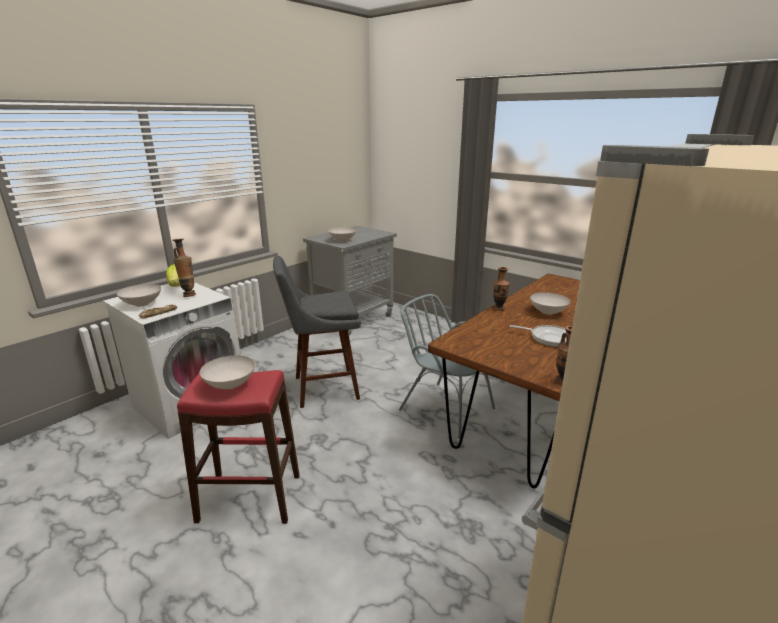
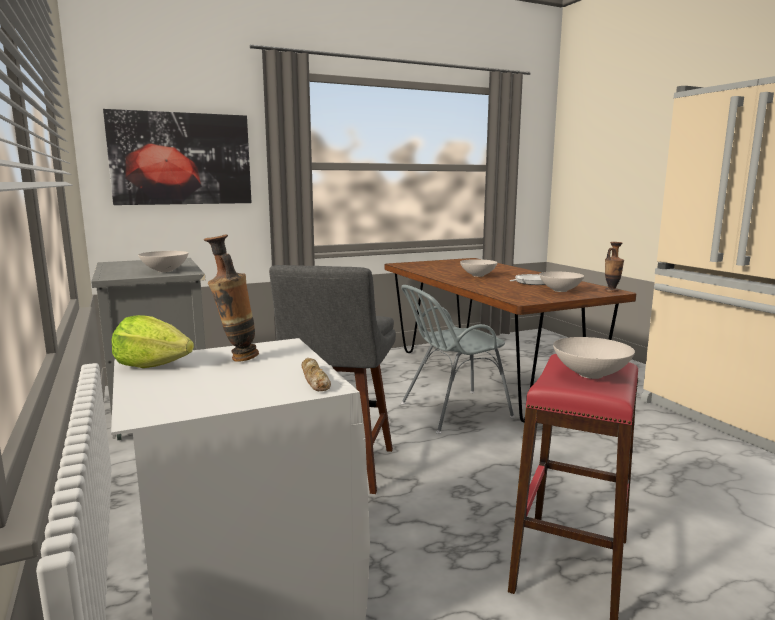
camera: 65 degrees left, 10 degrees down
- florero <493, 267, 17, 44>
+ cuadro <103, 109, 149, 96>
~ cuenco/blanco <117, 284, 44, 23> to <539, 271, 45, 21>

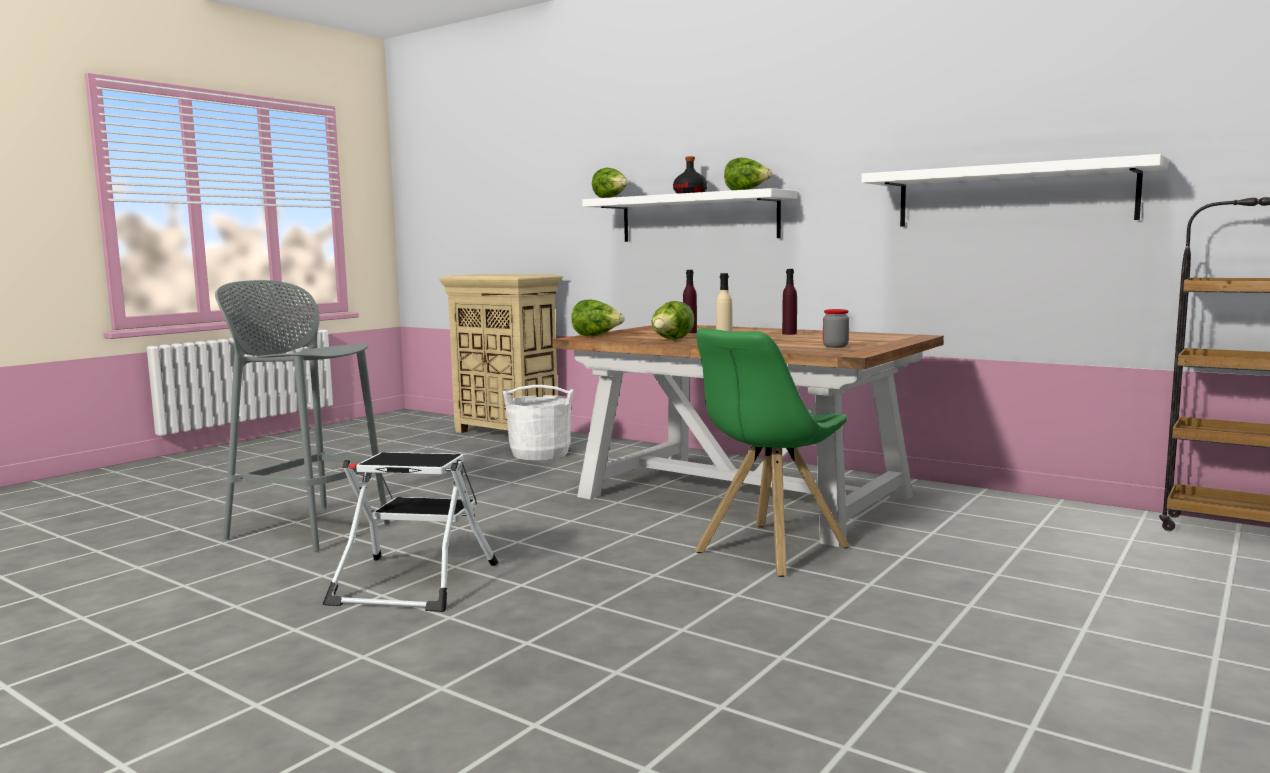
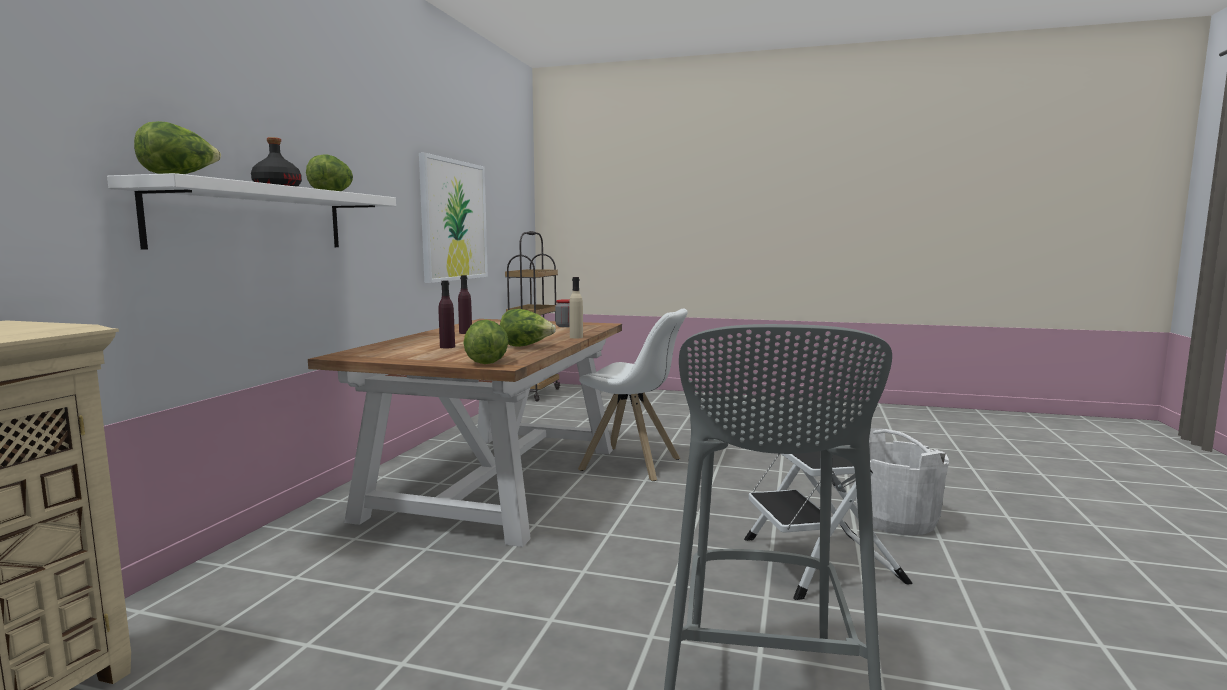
camera: 110 degrees left, 0 degrees up
~ cubo/blanco <503, 385, 71, 75> to <856, 428, 93, 108>
~ estante/blanco <861, 154, 308, 73> to cuadro <419, 153, 69, 130>
~ silla/verde <695, 328, 155, 249> to silla/blanco <578, 308, 110, 173>

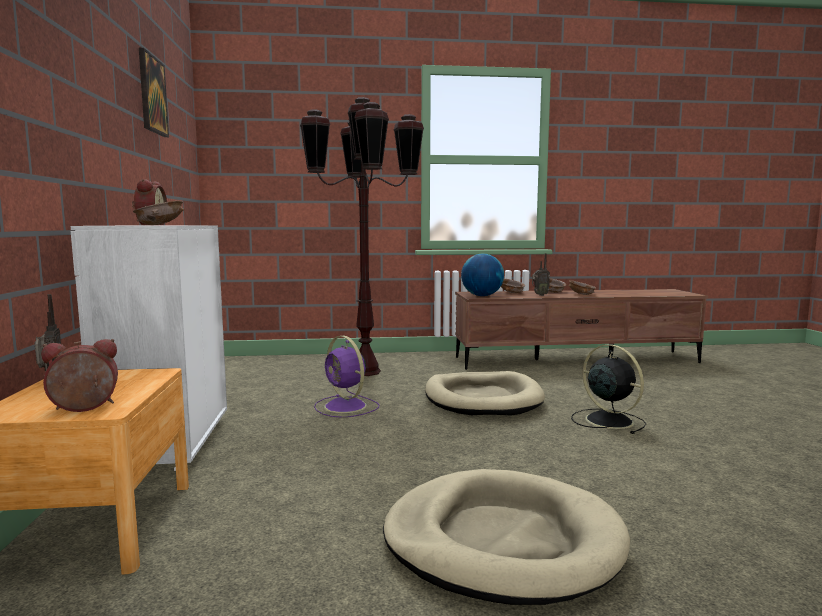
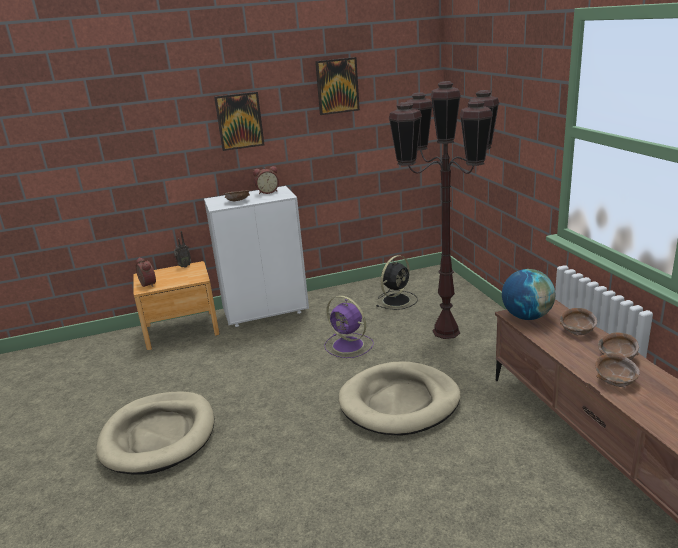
camera: 80 degrees right, 15 degrees up
- radio <532, 253, 18, 43>
+ cuadro <214, 92, 50, 59>
~ ventilador/negro <571, 345, 75, 89> to <376, 255, 42, 55>
~ ventilador/morado <314, 336, 65, 82> = <324, 296, 50, 62> 90 degrees counterclockwise

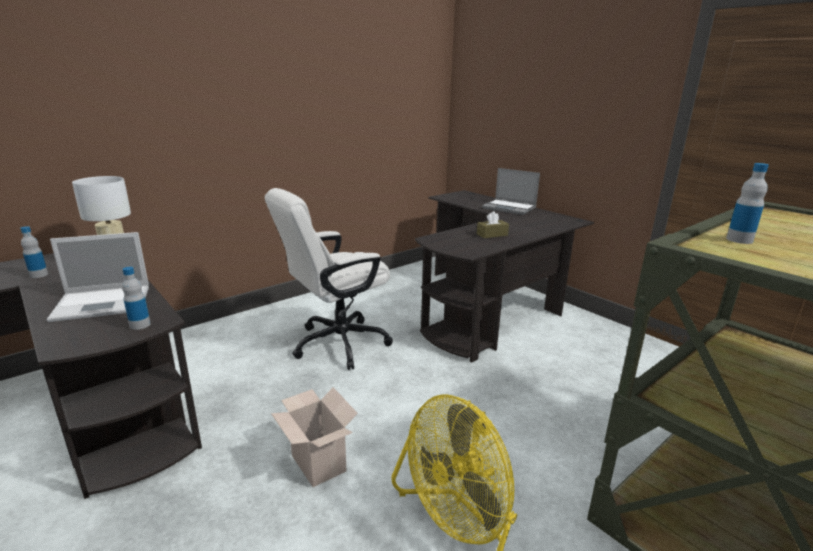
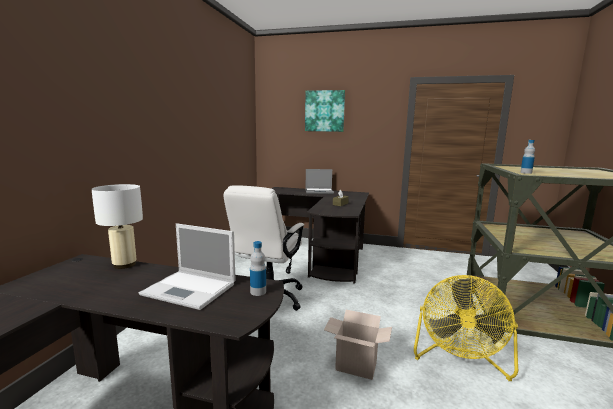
camera: 35 degrees left, 10 degrees down
- botella <20, 226, 28, 52>
+ cuadro <305, 90, 40, 42>
~ portátil <47, 232, 102, 90> = <139, 223, 97, 87> 75 degrees clockwise

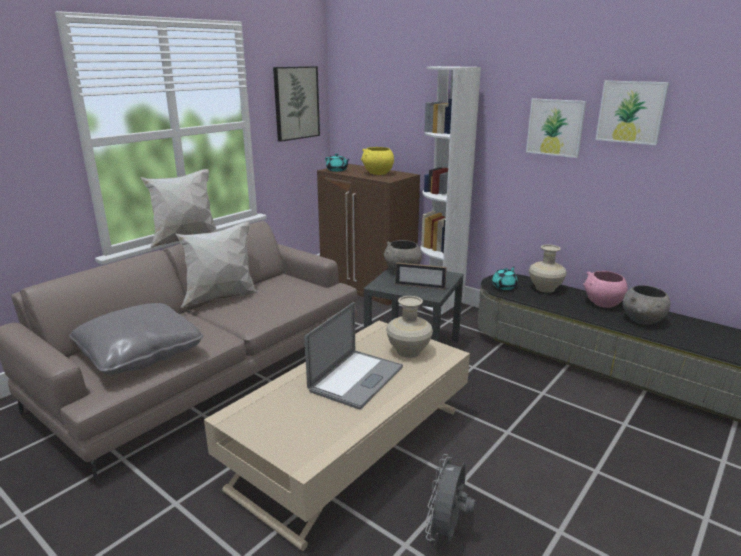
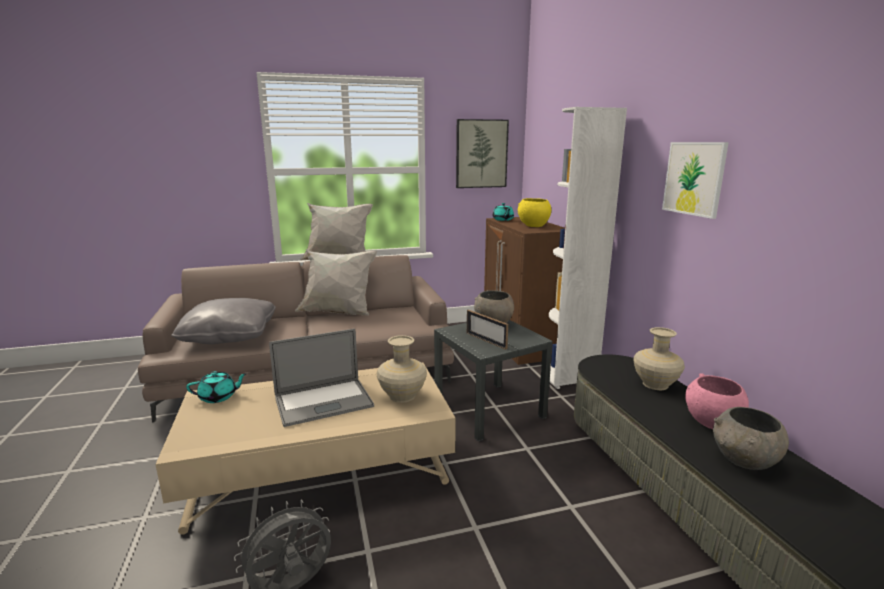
camera: 35 degrees right, 5 degrees down
- cuadro <595, 81, 74, 64>
~ tetera/turquesa <492, 266, 26, 24> to <186, 371, 62, 32>

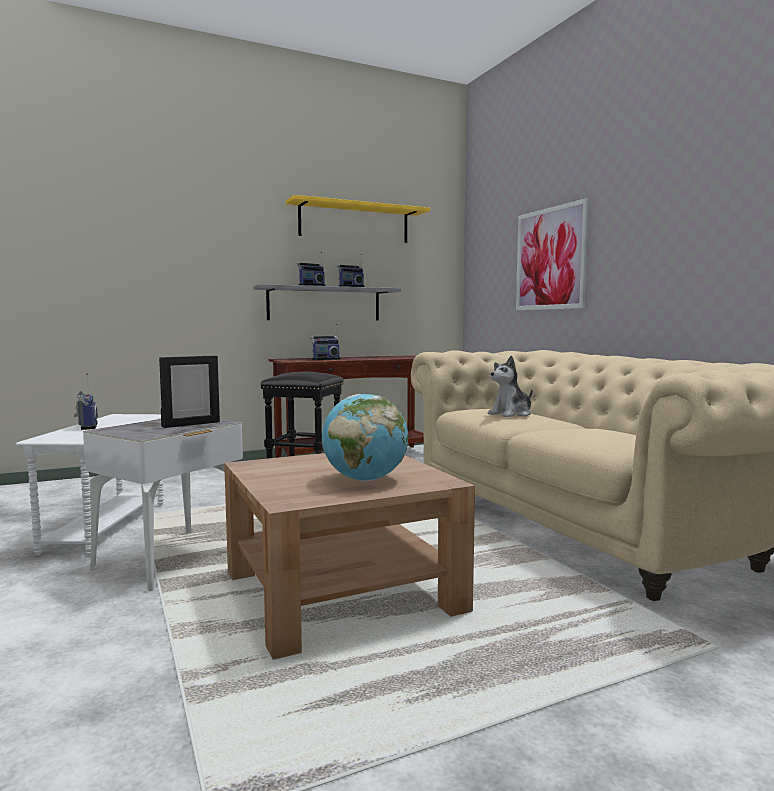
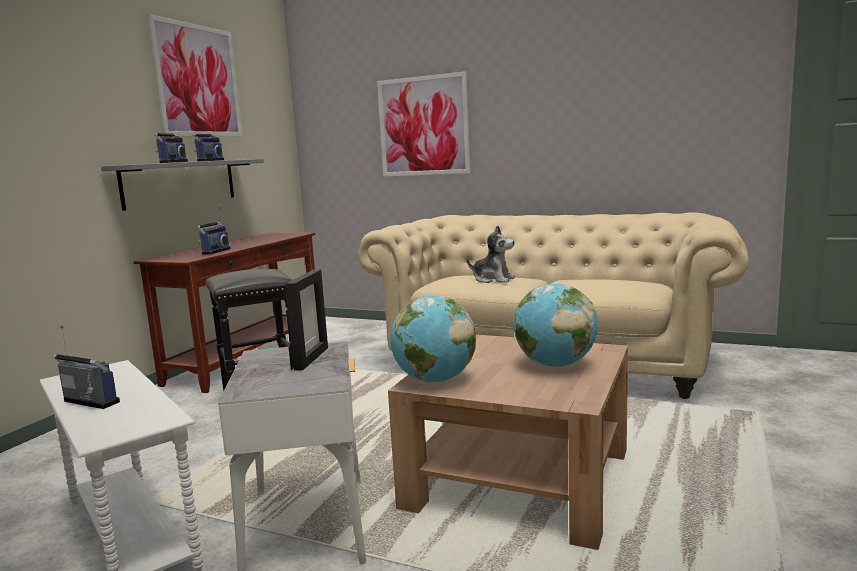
camera: 40 degrees left, 5 degrees up
+ globo terráqueo <390, 296, 86, 87>
~ estante/amarillo <286, 195, 144, 48> to cuadro <147, 14, 96, 123>
~ peluche <488, 356, 45, 61> = <467, 225, 48, 58> 75 degrees counterclockwise

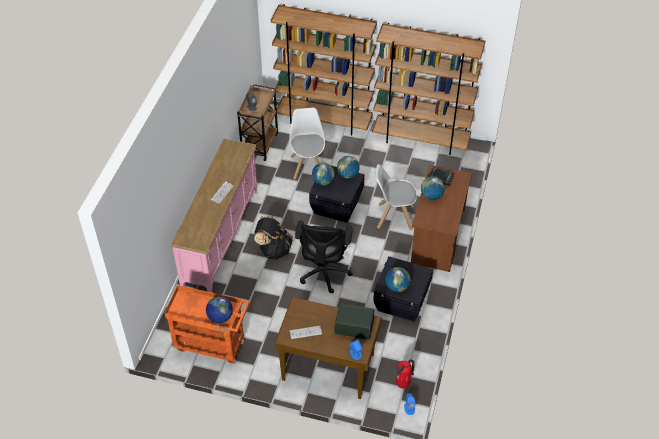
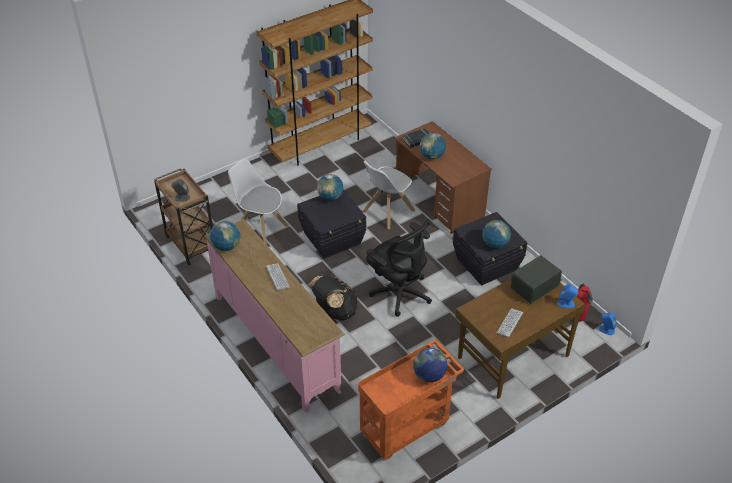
camera: 50 degrees left, 5 degrees down
- estantería/marrón <271, 4, 106, 132>
~ globo terráqueo <312, 163, 23, 22> to <210, 221, 30, 30>

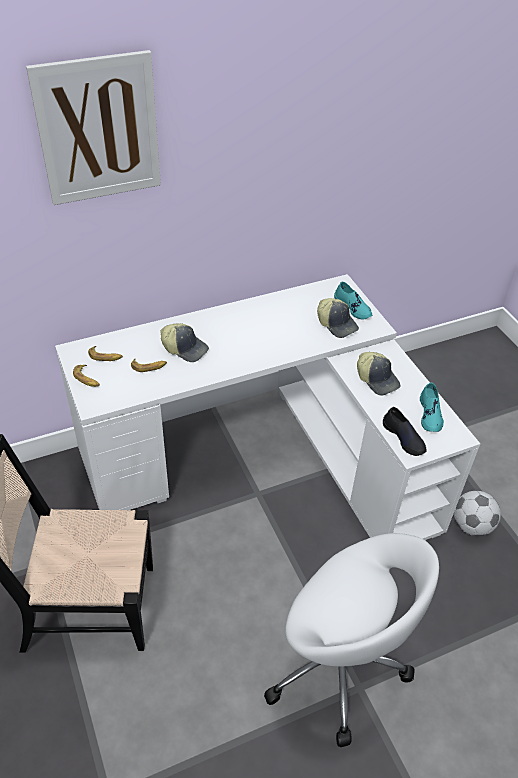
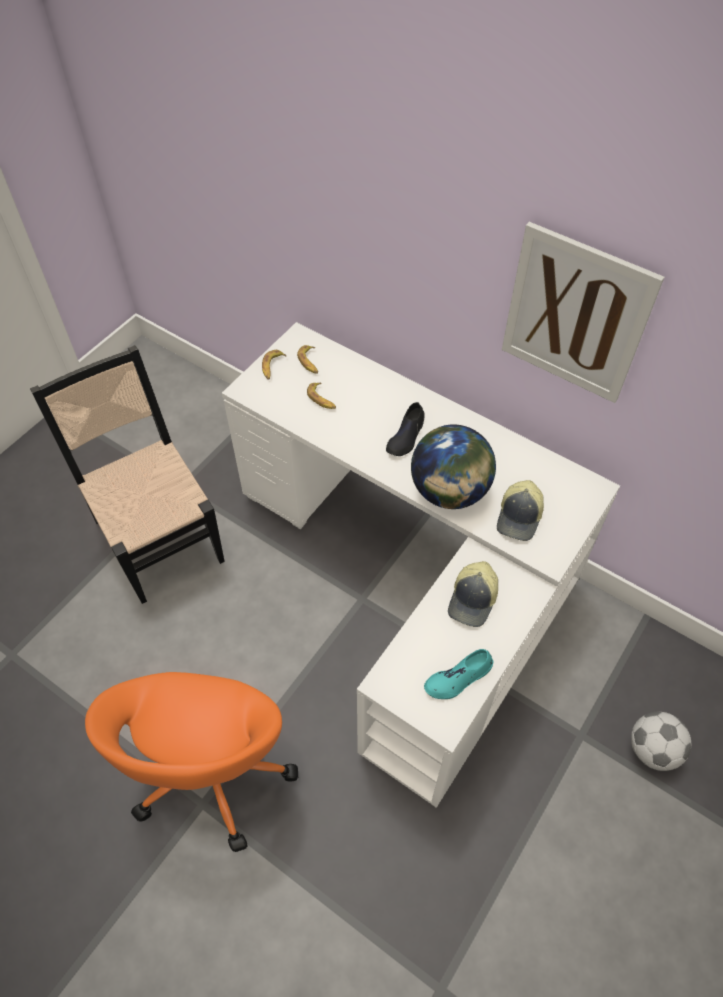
camera: 60 degrees right, 10 degrees up
- gorra <160, 323, 49, 39>
- zapato/turquesa <334, 281, 38, 39>
+ globo terráqueo <411, 424, 85, 85>
~ cuadro <26, 50, 135, 155> to <502, 222, 162, 181>
~ zapato/negro <383, 407, 44, 49> to <386, 402, 39, 54>
~ balón de fútbol <454, 491, 47, 45> to <631, 712, 60, 59>
~ silla de oficina/blanco <264, 533, 175, 214> to silla de oficina/naranja <85, 672, 213, 180>

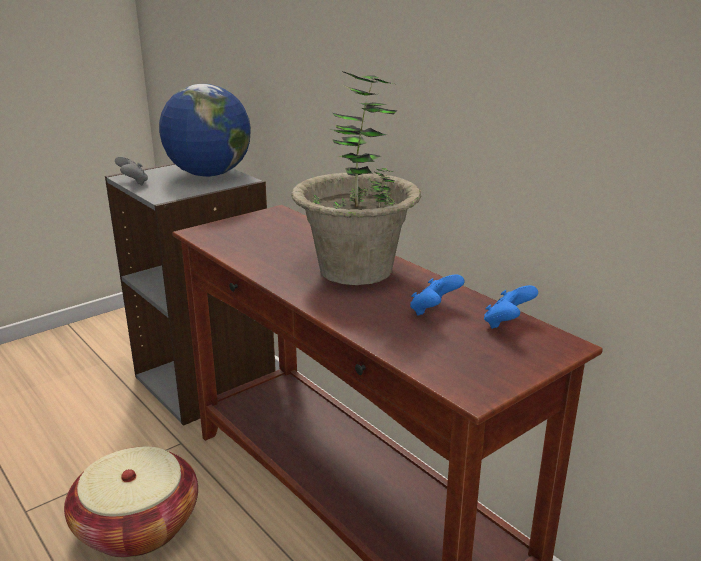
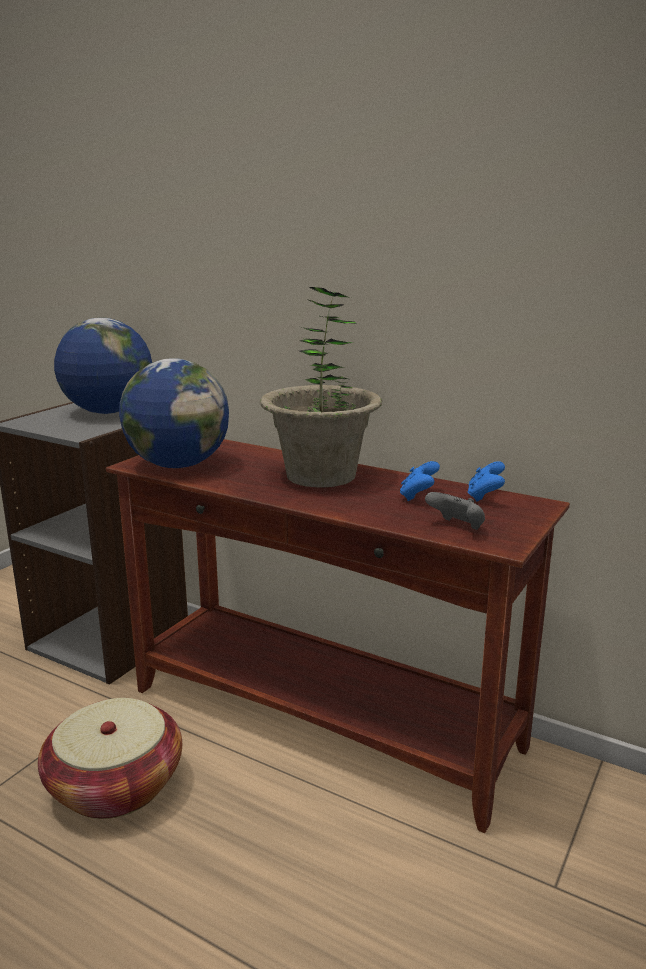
camera: 20 degrees left, 5 degrees down
+ globo terráqueo <119, 358, 110, 110>
~ mando de consola/gris <115, 157, 33, 28> to <425, 492, 60, 38>

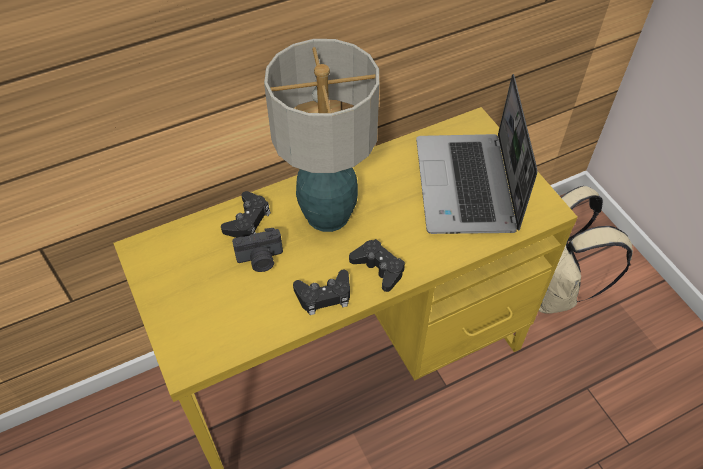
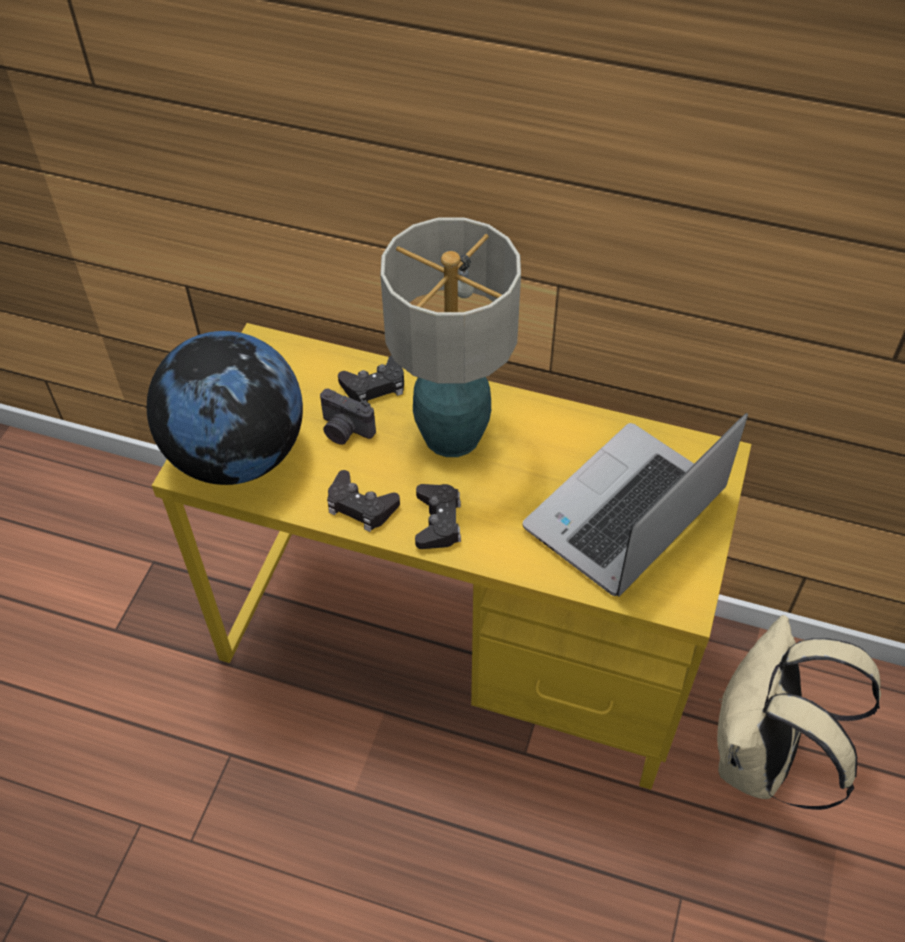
camera: 45 degrees right, 0 degrees up
+ globo terráqueo <147, 331, 156, 154>

